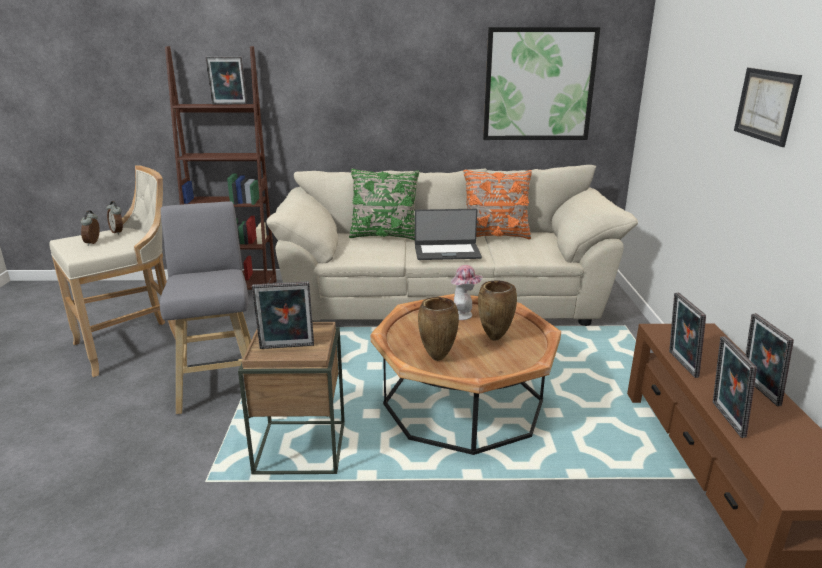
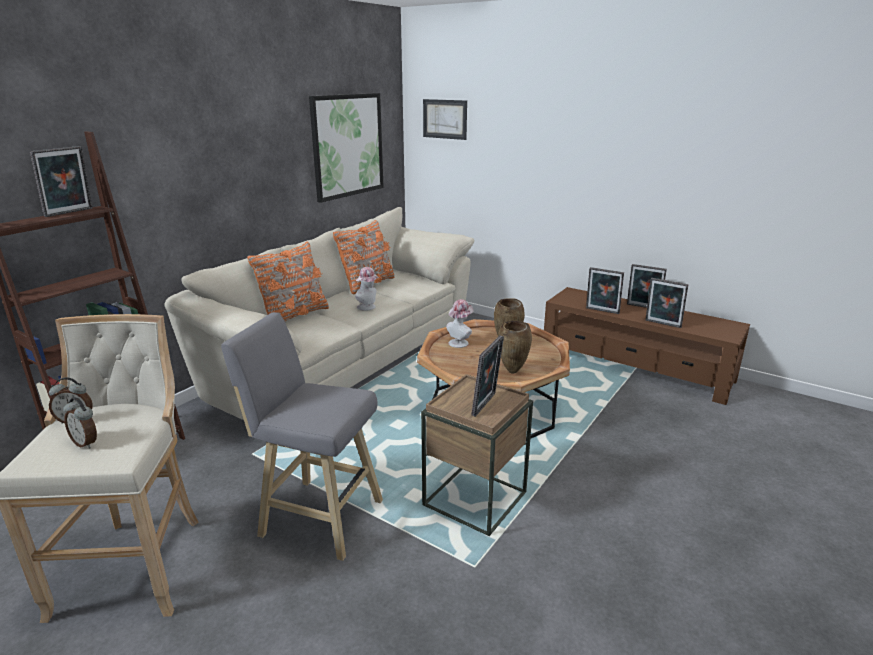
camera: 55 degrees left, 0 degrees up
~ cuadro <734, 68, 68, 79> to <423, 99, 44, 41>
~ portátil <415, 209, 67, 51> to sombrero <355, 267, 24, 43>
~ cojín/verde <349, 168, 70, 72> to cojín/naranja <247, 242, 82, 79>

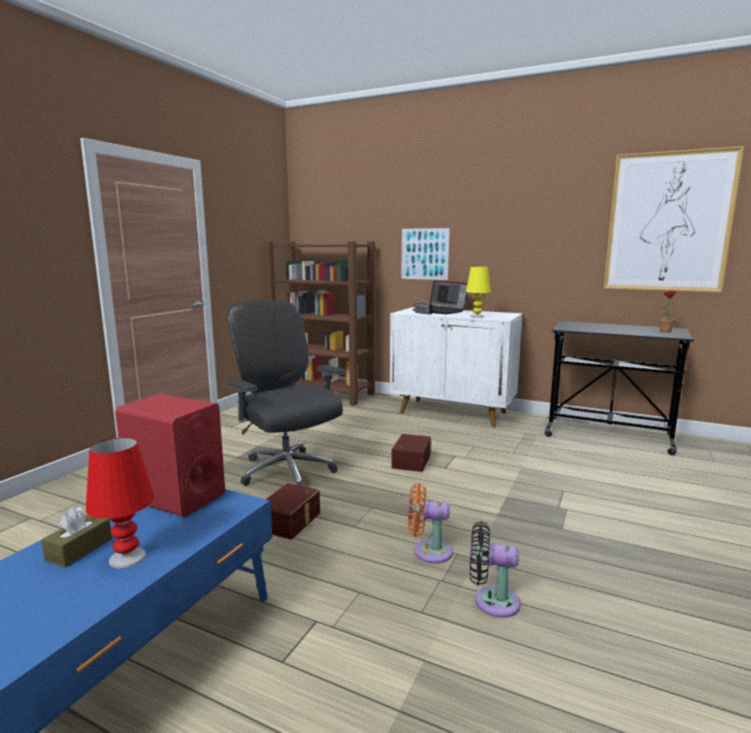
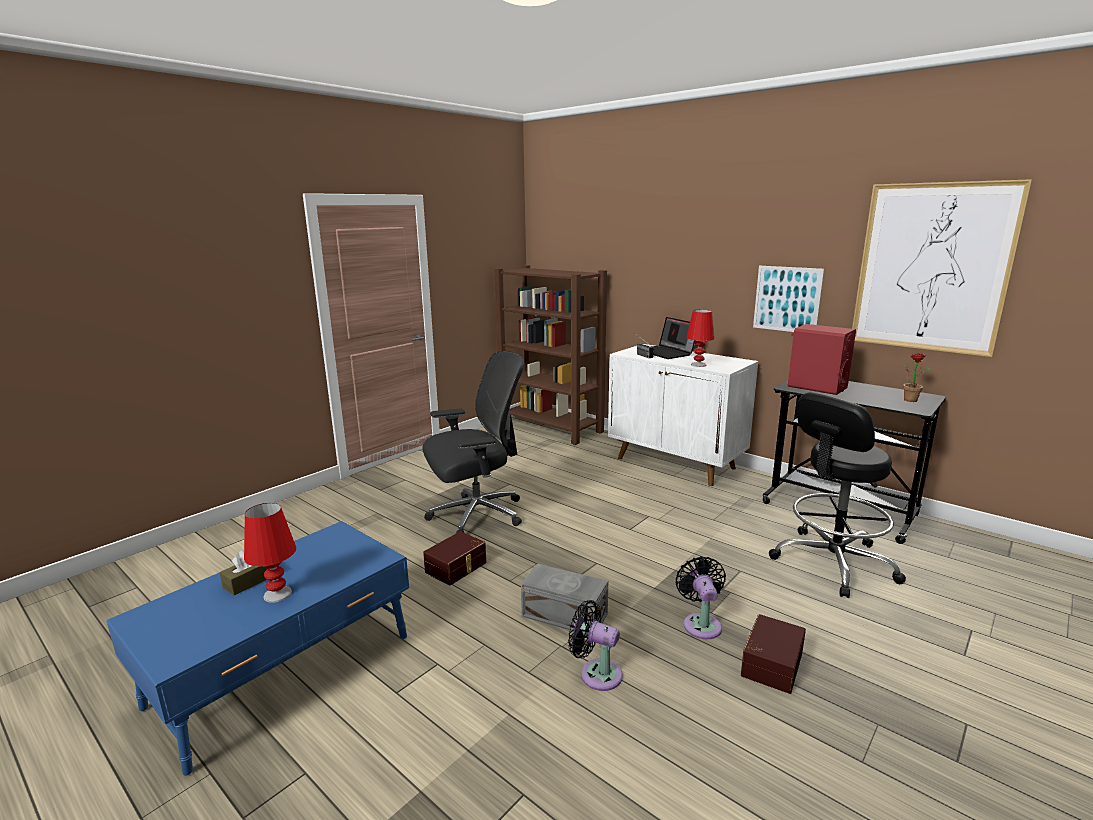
camera: 15 degrees right, 5 degrees up
+ ventilador/negro <675, 556, 51, 83>
+ taburete/negro <769, 392, 137, 206>
~ altavoz/rojo <115, 394, 110, 123> to <788, 324, 68, 71>
~ caja de almacenaje/marrón <391, 434, 40, 38> to <741, 614, 65, 80>
~ cuadro <401, 228, 49, 52> to <753, 266, 71, 66>
~ ventilador/naranja <408, 483, 45, 81> to caja de almacenaje/gris <521, 564, 87, 67>
~ lámpara de mesa/amarillo <466, 266, 25, 52> to lámpara de mesa/rojo <686, 310, 29, 57>
~ silla de oficina <227, 300, 118, 186> = <422, 351, 102, 182> 90 degrees clockwise

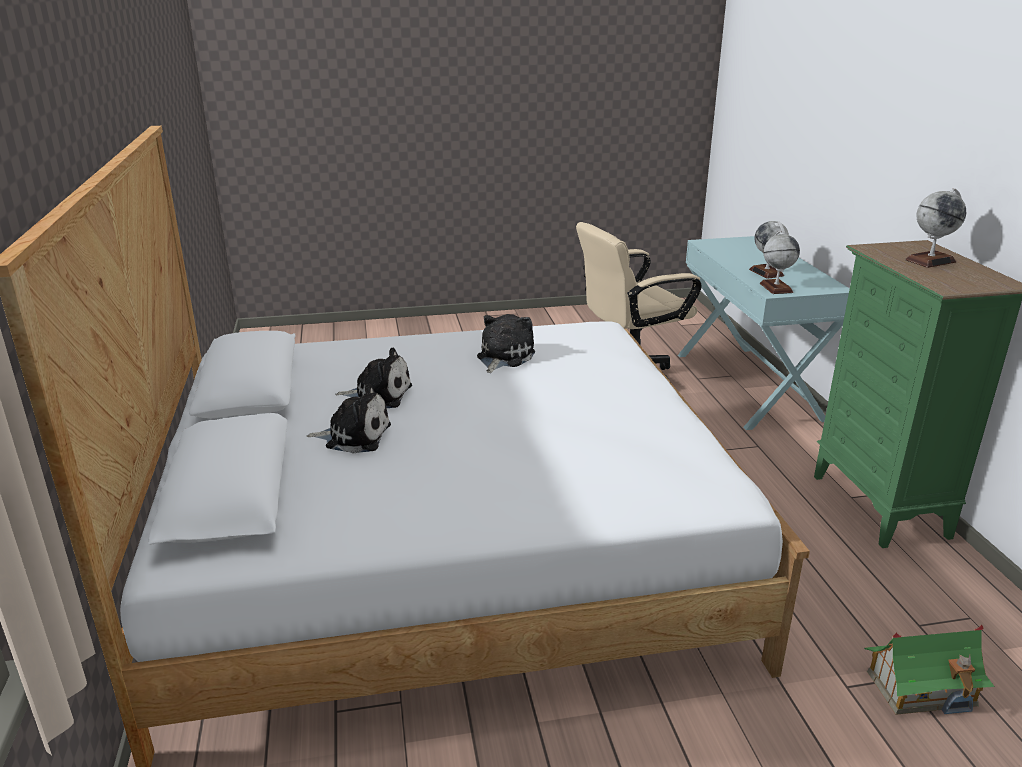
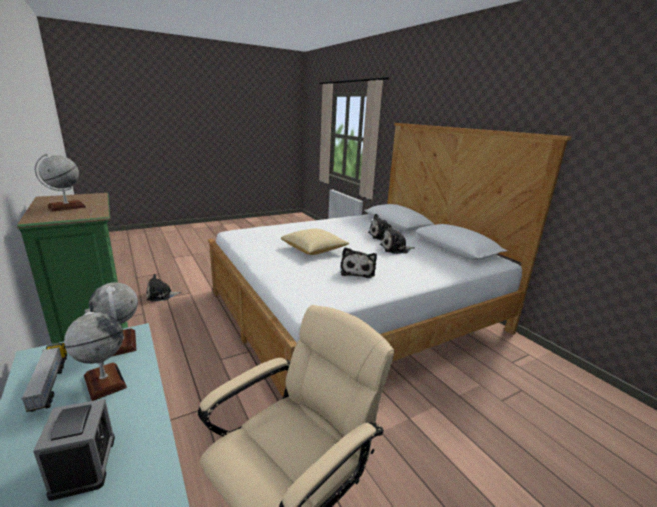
camera: 160 degrees right, 5 degrees down
+ camión de juguete <21, 343, 46, 69>
+ despertador <33, 399, 82, 102>
+ cojín <281, 229, 68, 26>
~ casita <864, 625, 131, 90> to peluche <146, 274, 35, 28>

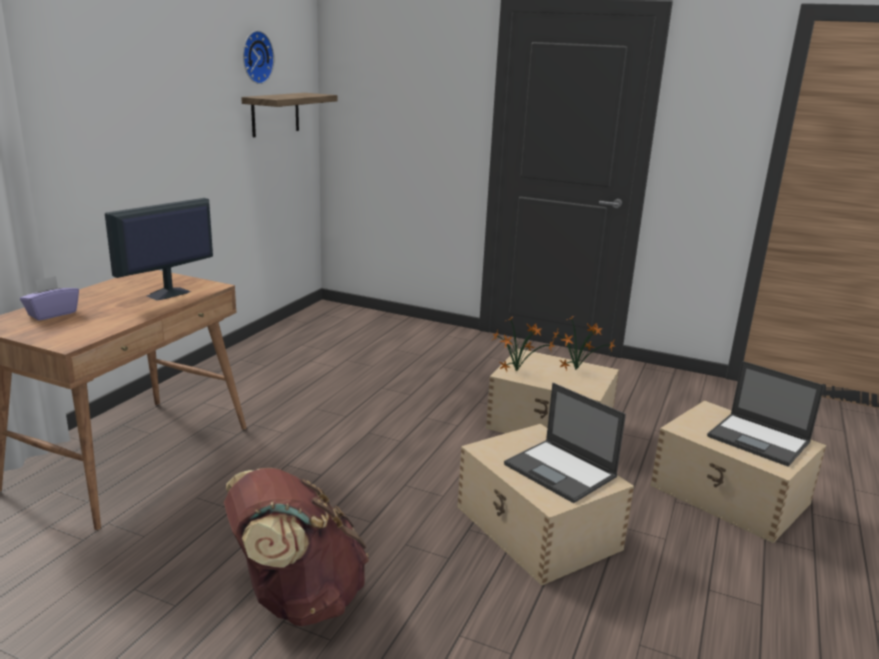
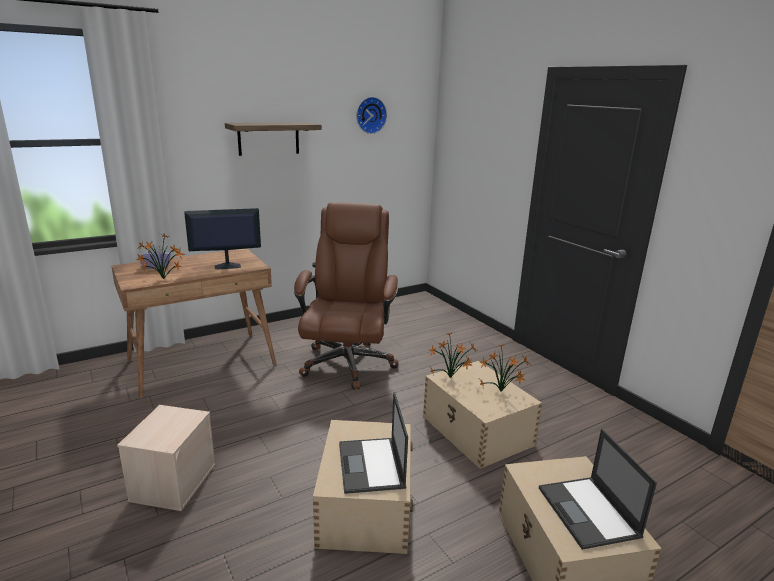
camera: 35 degrees right, 0 degrees up
+ planta en maceta <136, 234, 50, 45>
+ silla de oficina/marrón <294, 202, 105, 188>
~ estante <241, 93, 97, 44> to <225, 122, 97, 34>
~ mochila/marrón <224, 468, 145, 158> to caja de almacenaje/beis <117, 405, 99, 106>

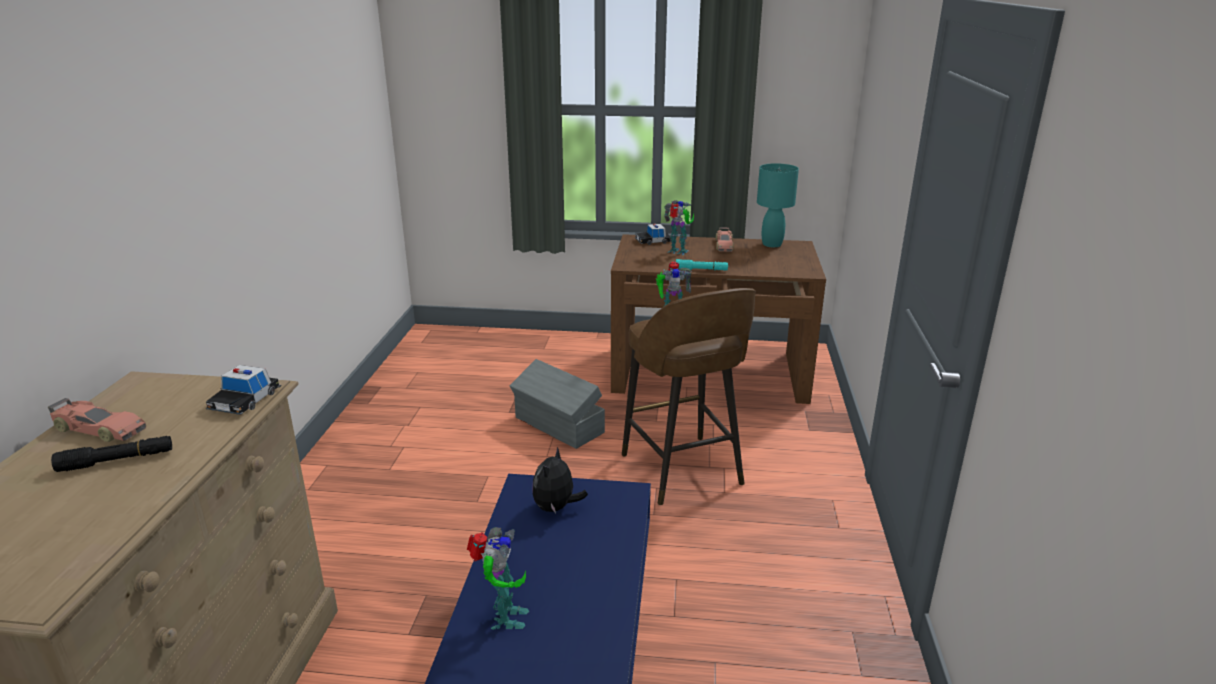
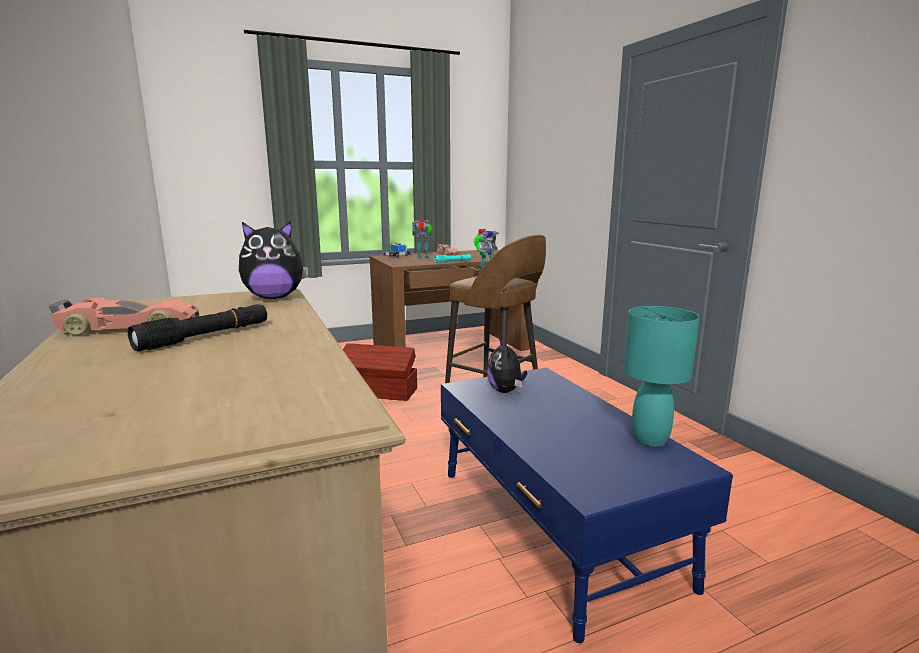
camera: 30 degrees left, 10 degrees down
- robot de juguete <467, 527, 62, 103>
~ lámpara de mesa/turquesa <757, 163, 42, 84> to <624, 306, 76, 141>
~ coche de juguete <206, 365, 75, 50> to peluche <239, 221, 70, 78>
~ caja de almacenaje/gris <510, 359, 95, 90> to caja de almacenaje/marrón <343, 343, 74, 58>

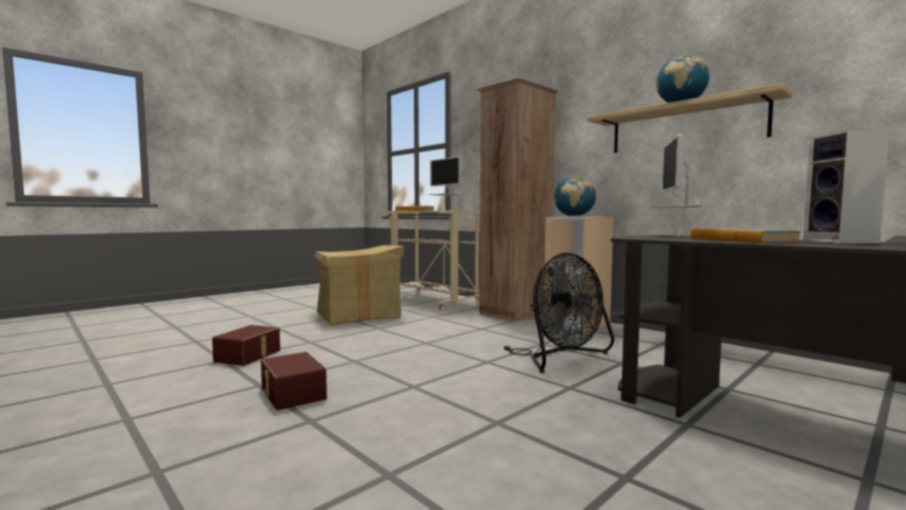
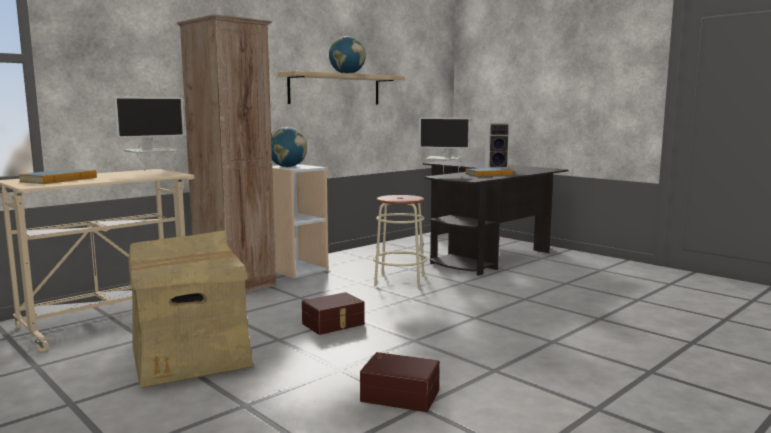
camera: 90 degrees left, 5 degrees up
~ caja de almacenaje/marrón <261, 352, 66, 58> to <302, 292, 63, 43>
~ ventilador/negro <504, 253, 110, 120> to taburete/beis <373, 195, 54, 94>

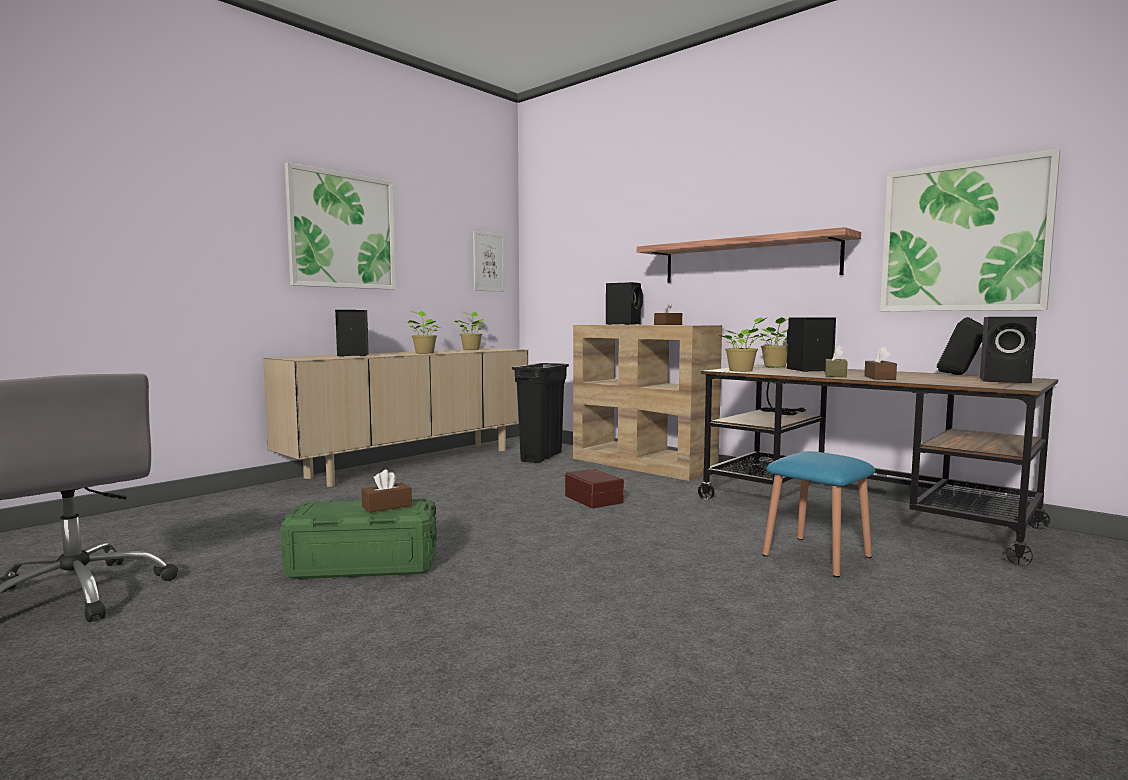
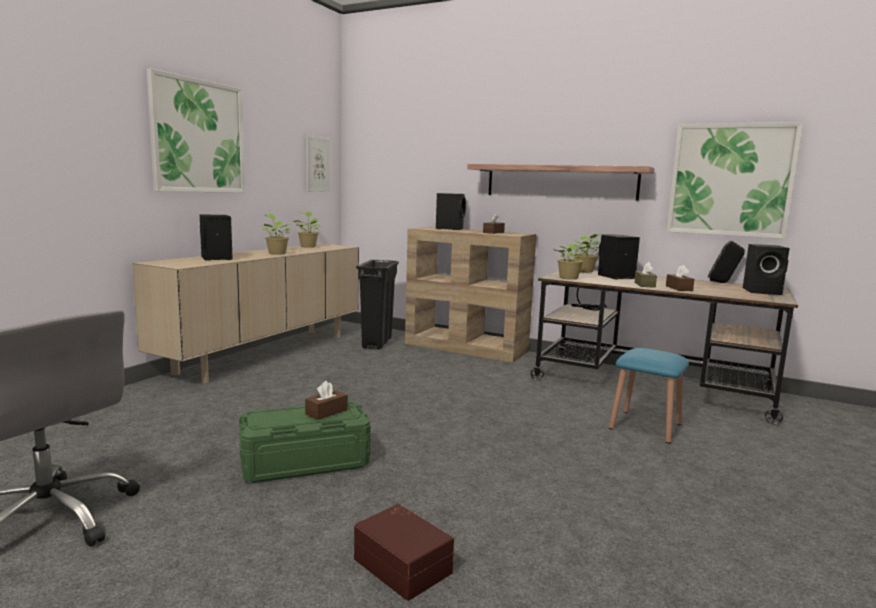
camera: 15 degrees left, 5 degrees up
~ caja de almacenaje/marrón <565, 469, 59, 39> to <354, 504, 100, 97>

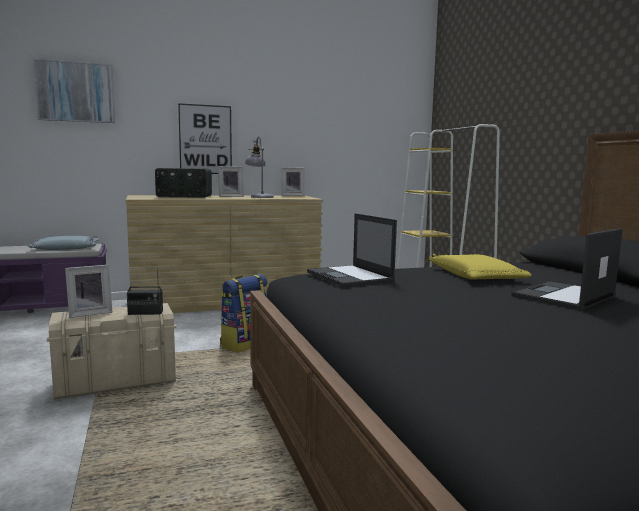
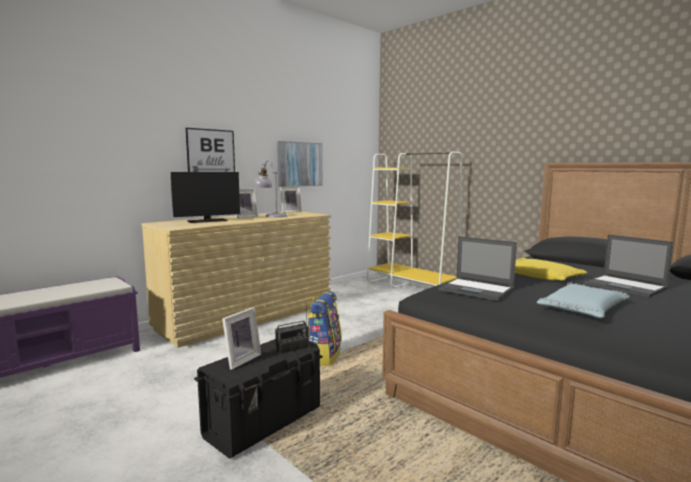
camera: 25 degrees left, 0 degrees up
~ cojín/azul <28, 236, 71, 14> to <537, 281, 93, 38>
~ cuadro <33, 59, 82, 64> to <277, 141, 45, 46>
~ radio <155, 168, 57, 30> to monitor <171, 172, 69, 51>
~ caja de almacenaje/beis <47, 303, 129, 97> to caja de almacenaje/negro <194, 339, 128, 120>
~ portátil <511, 228, 112, 82> = <584, 234, 90, 63> 60 degrees counterclockwise

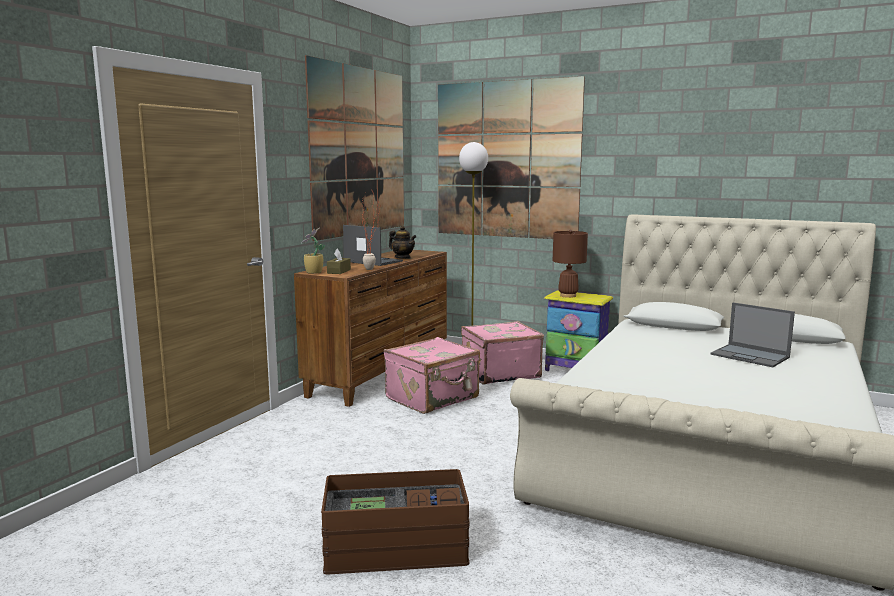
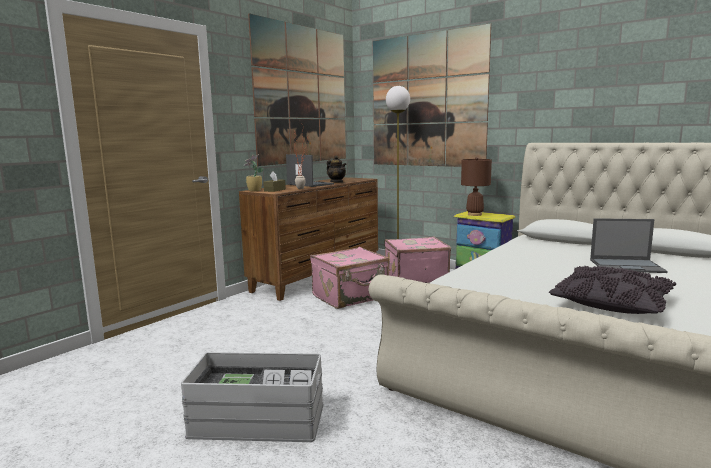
camera: 10 degrees right, 0 degrees up
+ cojín/negro <549, 266, 127, 48>
~ caja de almacenaje/marrón <321, 469, 149, 106> to caja de almacenaje/gris <181, 352, 143, 90>
~ portátil <711, 302, 84, 65> = <590, 218, 78, 55> 45 degrees counterclockwise

